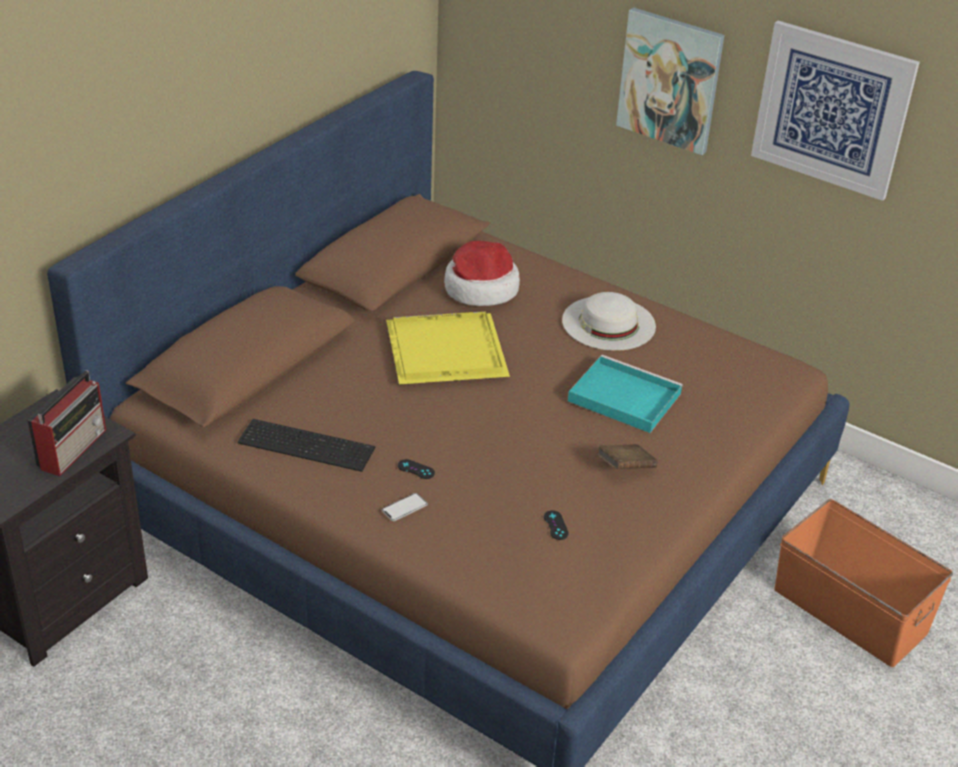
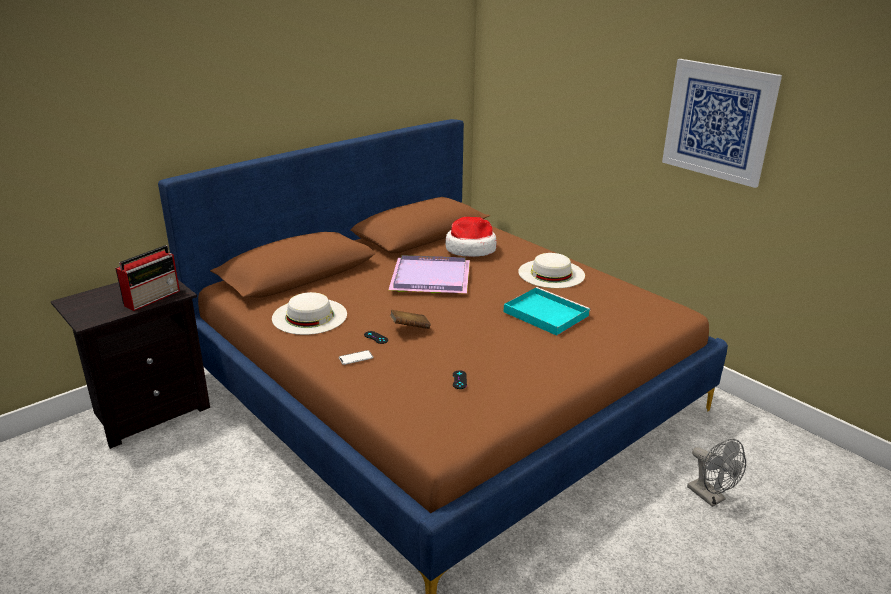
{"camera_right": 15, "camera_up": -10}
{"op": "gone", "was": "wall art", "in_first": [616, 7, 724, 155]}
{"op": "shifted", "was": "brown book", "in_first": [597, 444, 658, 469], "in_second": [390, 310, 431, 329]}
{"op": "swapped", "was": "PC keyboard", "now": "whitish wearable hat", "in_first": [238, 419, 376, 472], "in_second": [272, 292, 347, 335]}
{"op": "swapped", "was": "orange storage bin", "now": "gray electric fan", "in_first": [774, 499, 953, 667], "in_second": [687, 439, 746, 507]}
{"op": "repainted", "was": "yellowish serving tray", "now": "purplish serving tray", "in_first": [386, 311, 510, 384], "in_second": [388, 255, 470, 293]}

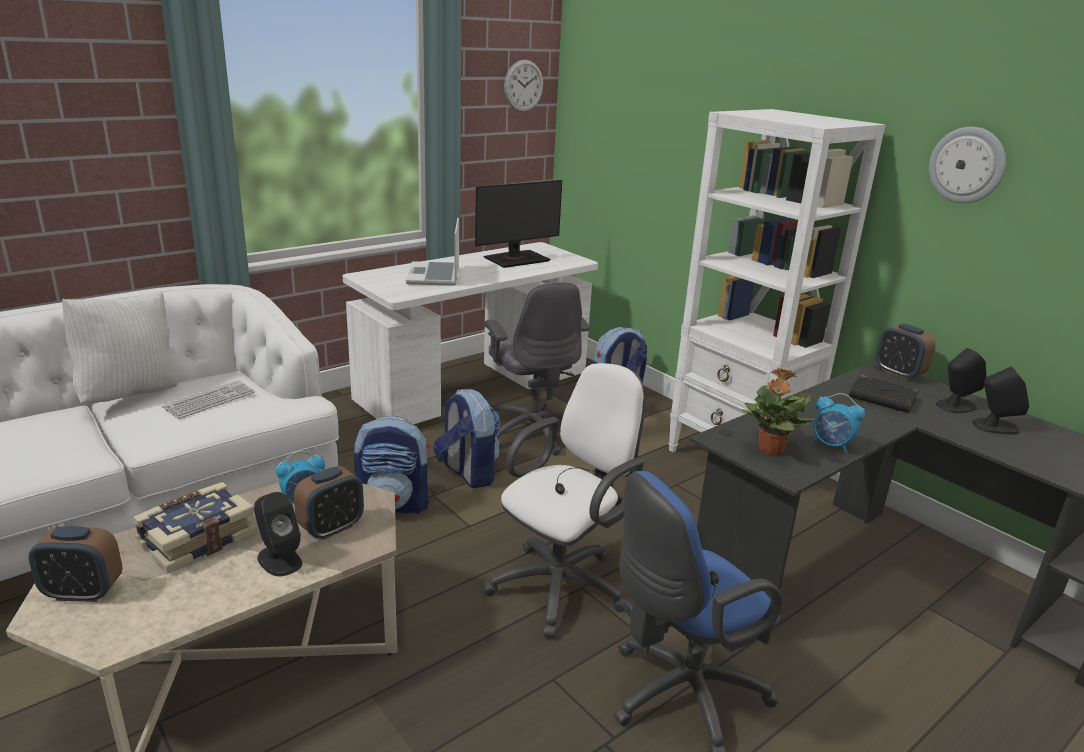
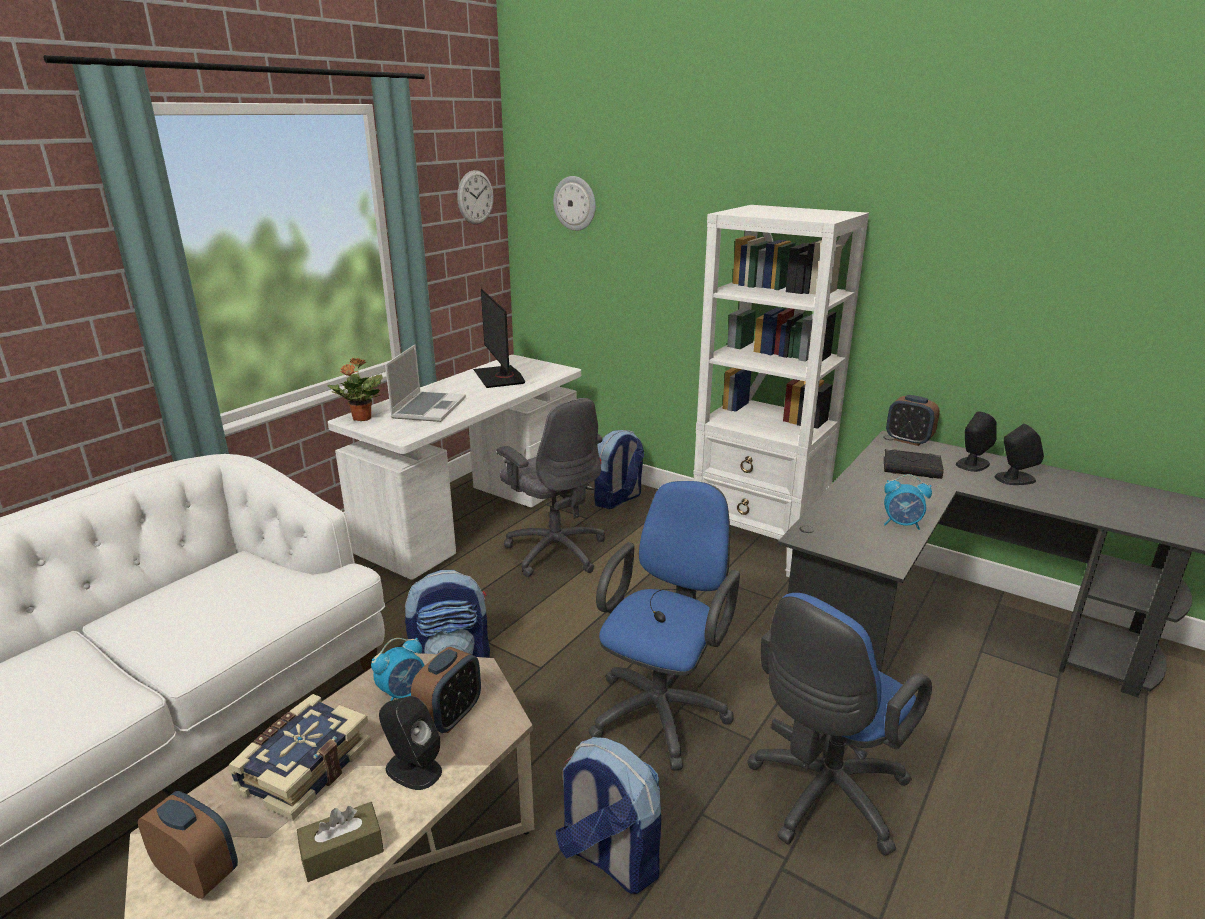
{"camera_right": -15, "camera_up": 0}
{"op": "gone", "was": "whitish cushion", "in_first": [62, 291, 178, 404]}
{"op": "gone", "was": "PC keyboard", "in_first": [162, 380, 255, 419]}
{"op": "new", "now": "brown tissue box", "in_second": [297, 802, 384, 882]}
{"op": "shifted", "was": "rucksack", "in_first": [433, 389, 500, 488], "in_second": [556, 737, 661, 894]}
{"op": "shifted", "was": "potted plant", "in_first": [742, 367, 815, 456], "in_second": [327, 358, 383, 421]}
{"op": "shifted", "was": "wall clock", "in_first": [929, 127, 1006, 203], "in_second": [553, 176, 596, 231]}
{"op": "repainted", "was": "whitish desk chair", "now": "blue desk chair", "in_first": [484, 363, 645, 639], "in_second": [588, 481, 740, 771]}
{"op": "rotated", "was": "table clock", "in_first": [28, 526, 122, 602], "in_second": [138, 791, 238, 899], "clockwise": -135}
{"op": "rotated", "was": "portable computer", "in_first": [406, 218, 459, 286], "in_second": [385, 345, 466, 422], "clockwise": -150}
{"op": "rotated", "was": "computer screen", "in_first": [475, 180, 562, 268], "in_second": [473, 289, 525, 388], "clockwise": 120}

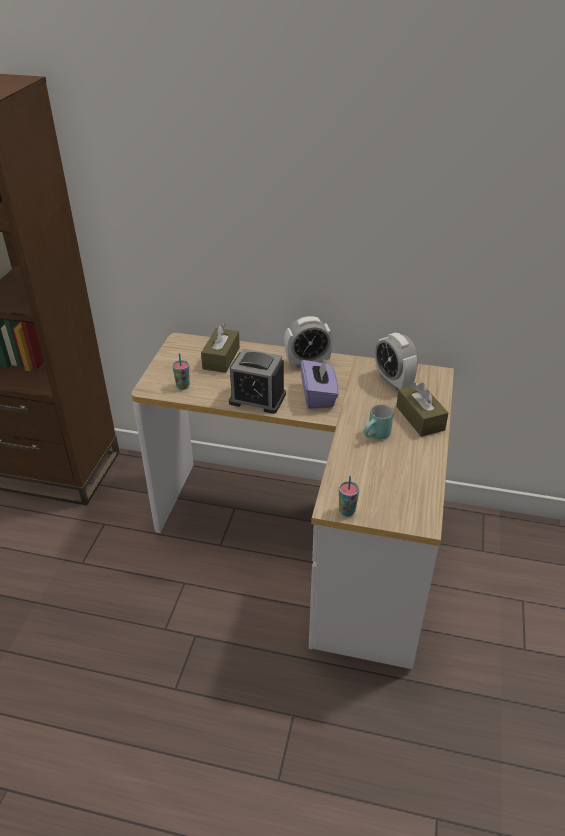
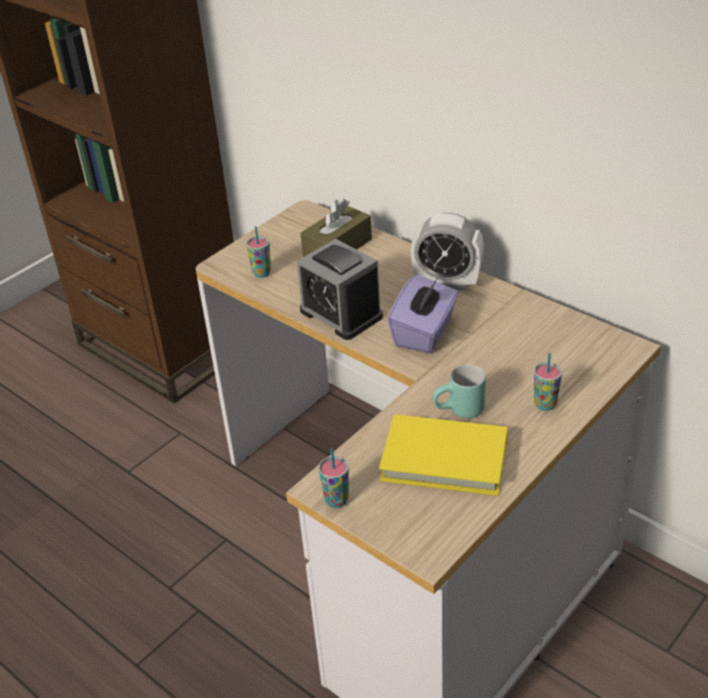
{"camera_right": 30, "camera_up": 0}
{"op": "gone", "was": "table clock", "in_first": [375, 333, 418, 391]}
{"op": "new", "now": "yellowish book", "in_second": [379, 414, 508, 496]}
{"op": "swapped", "was": "brown tissue box", "now": "drinking cup", "in_first": [396, 382, 448, 437], "in_second": [534, 353, 562, 411]}

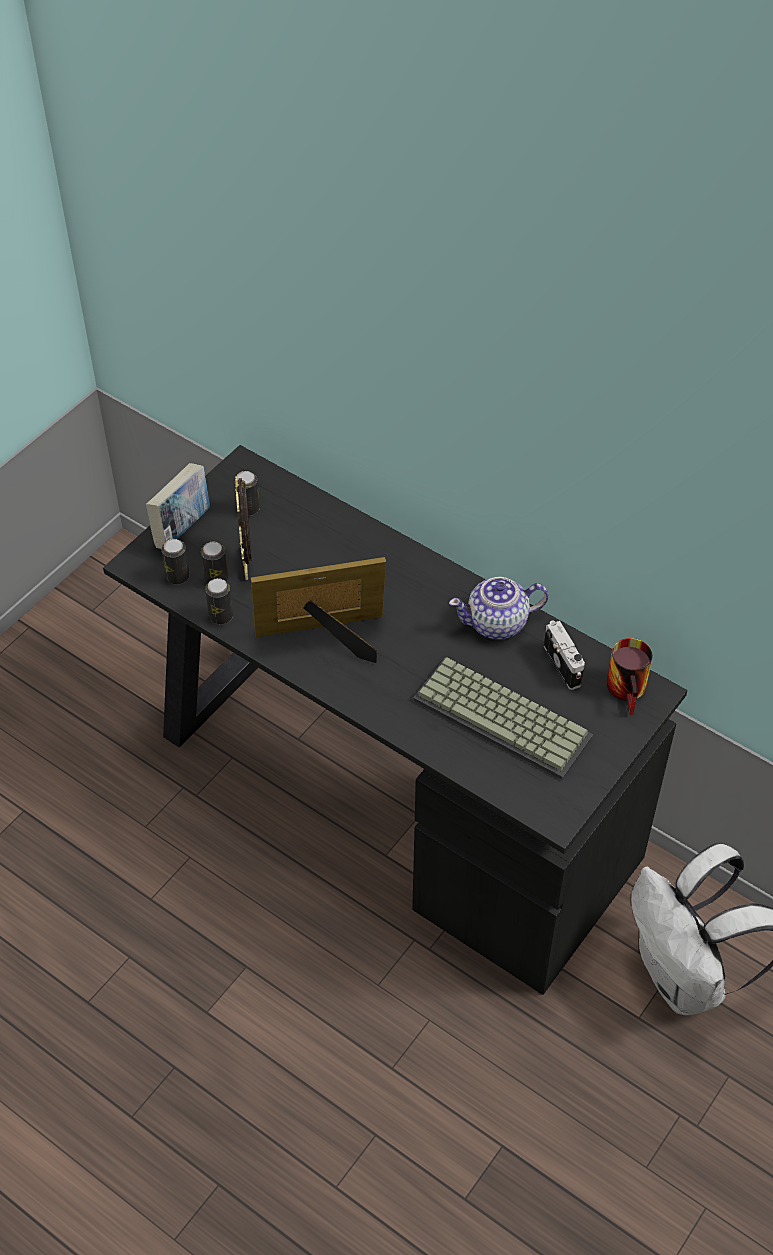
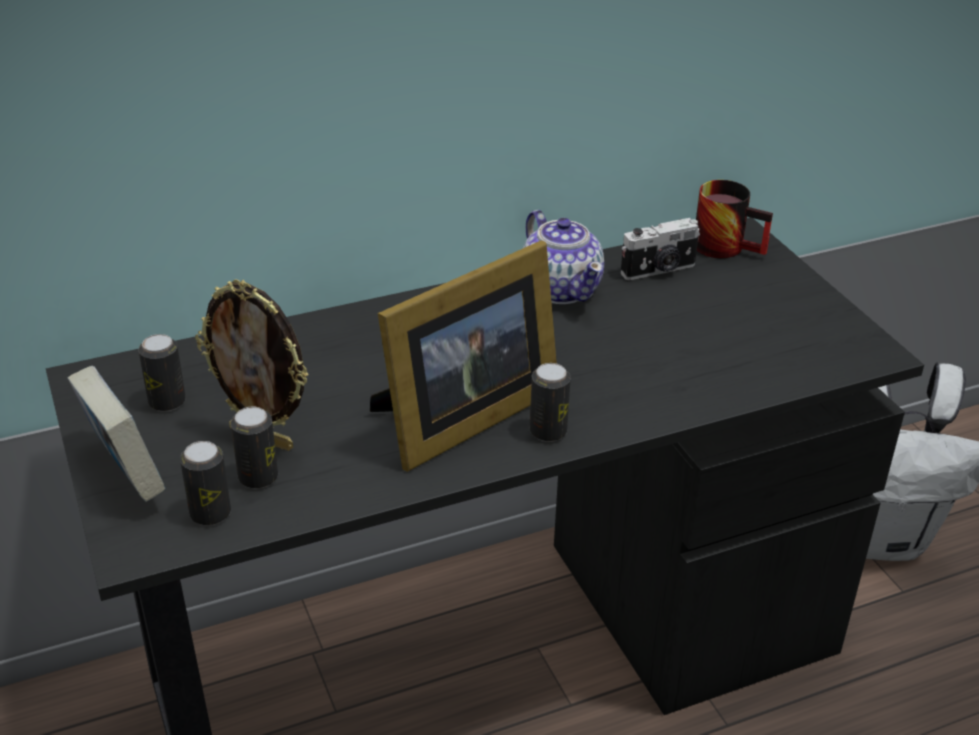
{"camera_right": -60, "camera_up": -15}
{"op": "gone", "was": "PC keyboard", "in_first": [413, 657, 593, 780]}
{"op": "shifted", "was": "can", "in_first": [205, 578, 233, 624], "in_second": [530, 363, 571, 442]}
{"op": "rotated", "was": "standing frame", "in_first": [251, 557, 386, 663], "in_second": [370, 240, 557, 472], "clockwise": -150}
{"op": "rotated", "was": "teapot", "in_first": [449, 577, 549, 639], "in_second": [523, 210, 604, 304], "clockwise": -45}
{"op": "rotated", "was": "photo camera", "in_first": [544, 620, 585, 690], "in_second": [620, 218, 700, 280], "clockwise": 150}

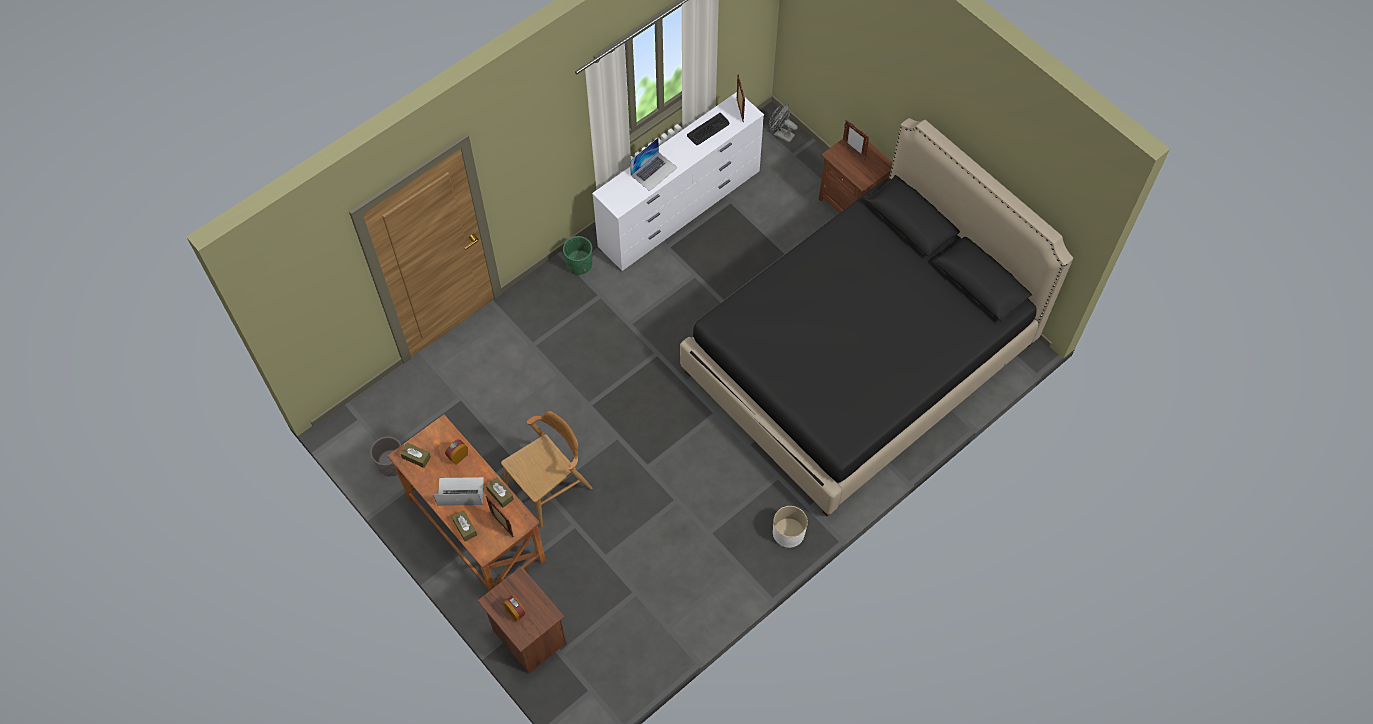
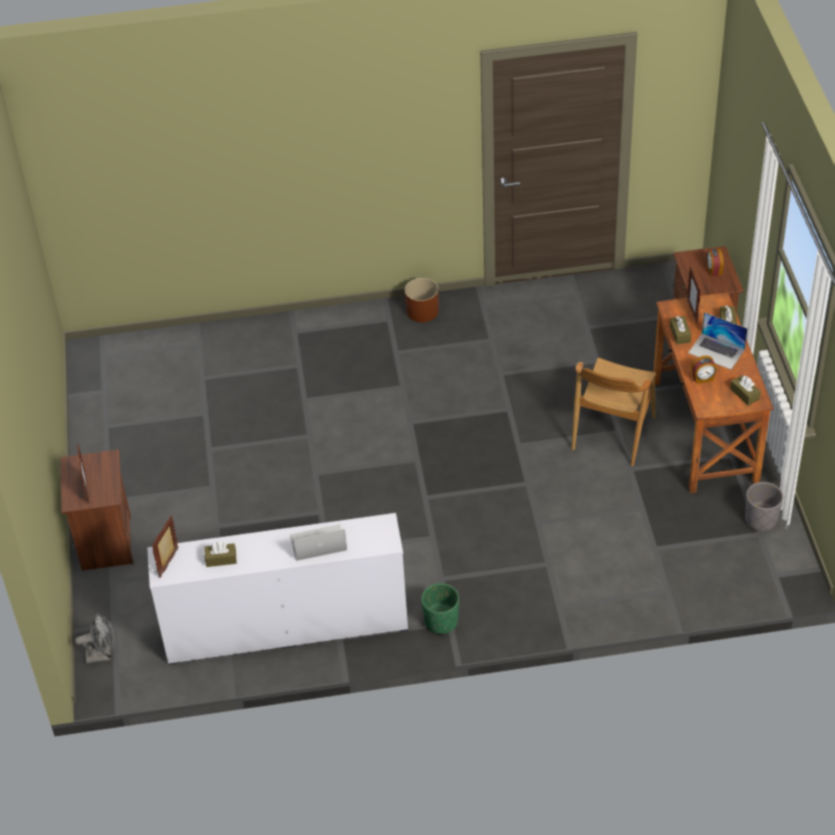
{"camera_right": -145, "camera_up": -15}
{"op": "gone", "was": "blackish sleeping bed", "in_first": [680, 118, 1073, 516]}
{"op": "swapped", "was": "PC keyboard", "now": "brown tissue box", "in_first": [687, 113, 729, 145], "in_second": [204, 541, 237, 567]}
{"op": "repainted", "was": "whitish flower pot", "now": "brown flower pot", "in_first": [773, 506, 808, 548], "in_second": [405, 278, 439, 322]}
{"op": "rotated", "was": "brown plain chair", "in_first": [501, 411, 592, 528], "in_second": [572, 358, 656, 466], "clockwise": -60}
{"op": "rotated", "was": "gray electric fan", "in_first": [769, 104, 798, 143], "in_second": [75, 613, 115, 663], "clockwise": -75}

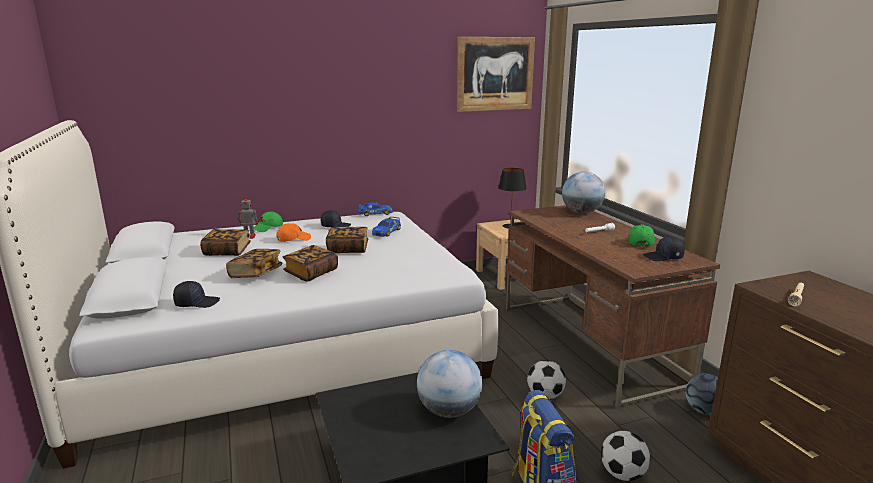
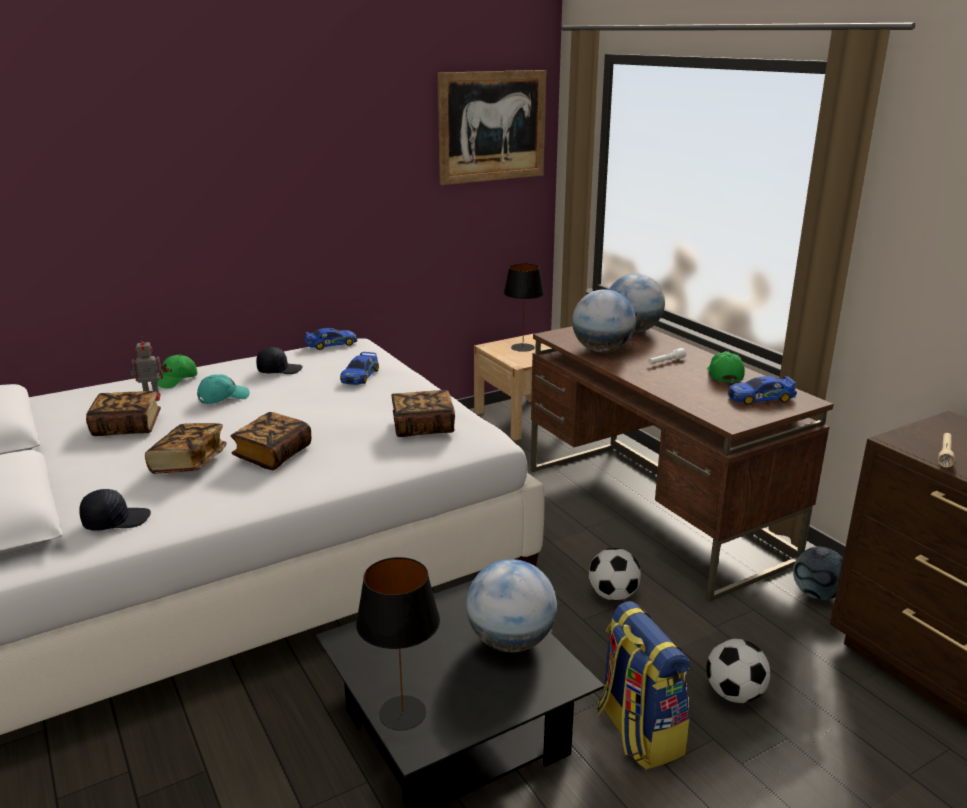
{"camera_right": -10, "camera_up": 5}
{"op": "new", "now": "blackish lamp for a table", "in_second": [356, 557, 440, 730]}
{"op": "new", "now": "world globe", "in_second": [572, 289, 636, 352]}
{"op": "shifted", "was": "book", "in_first": [326, 227, 368, 253], "in_second": [391, 390, 455, 437]}
{"op": "swapped", "was": "blackish baseball cap", "now": "miniature car", "in_first": [643, 236, 685, 261], "in_second": [728, 376, 797, 405]}
{"op": "repainted", "was": "orange baseball cap", "now": "turquoise-coloured baseball cap", "in_first": [277, 223, 311, 242], "in_second": [197, 374, 250, 404]}

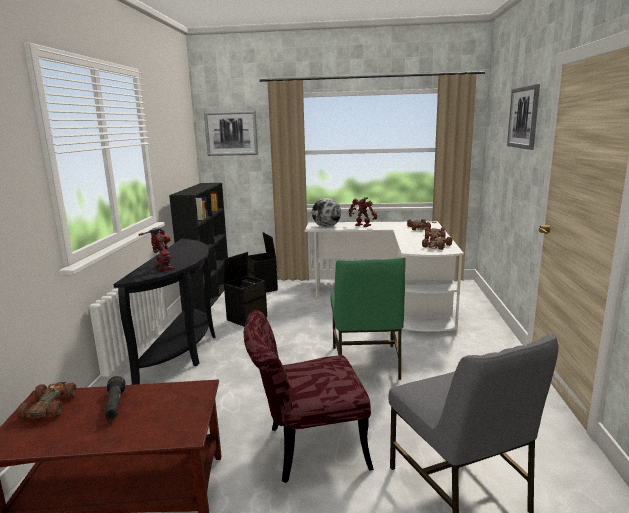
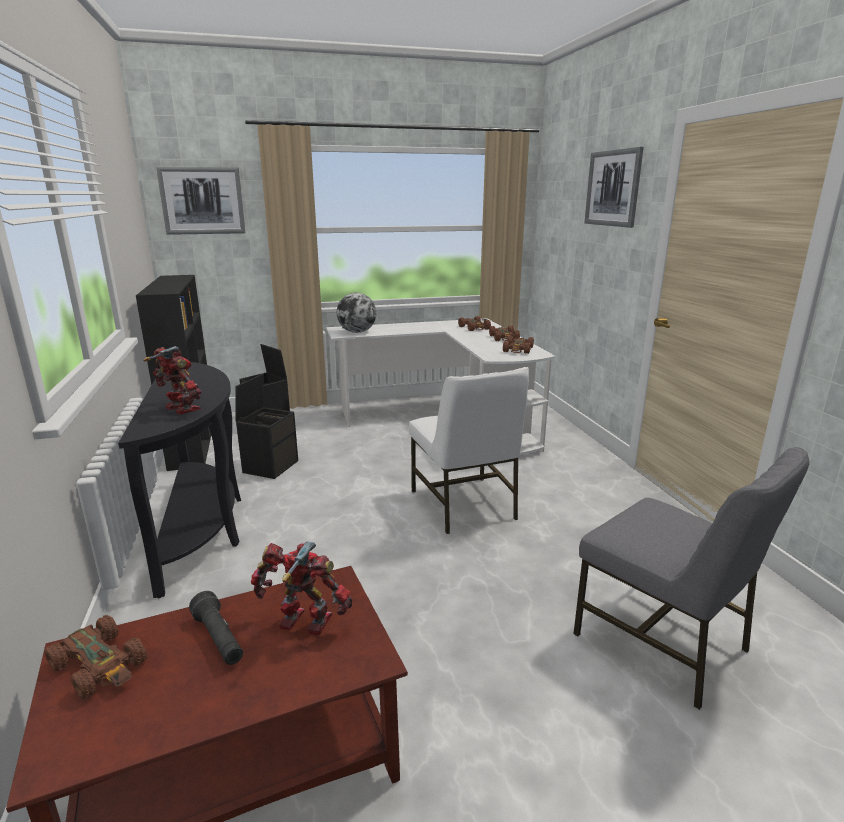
{"camera_right": -20, "camera_up": 5}
{"op": "gone", "was": "red plain chair", "in_first": [244, 310, 374, 483]}
{"op": "shifted", "was": "robot figure", "in_first": [348, 197, 377, 227], "in_second": [251, 542, 353, 635]}
{"op": "repainted", "was": "green-coloured plain chair", "now": "whitish plain chair", "in_first": [331, 257, 406, 380], "in_second": [409, 367, 529, 534]}
{"op": "rotated", "was": "brown miniature car", "in_first": [17, 382, 77, 420], "in_second": [44, 615, 147, 699], "clockwise": 150}

